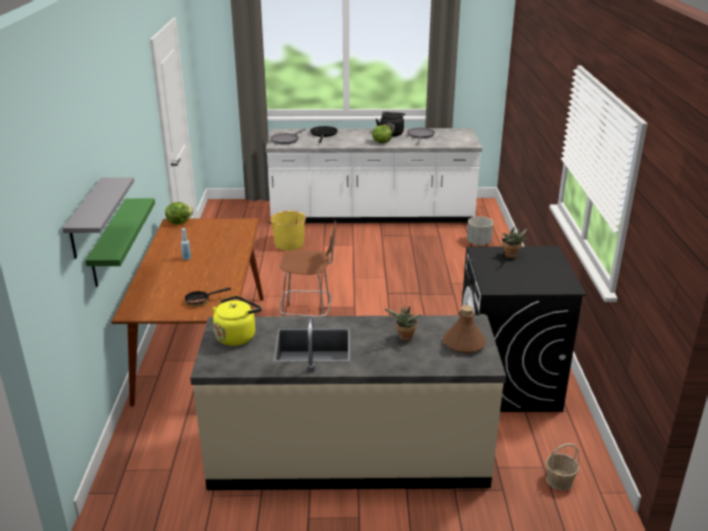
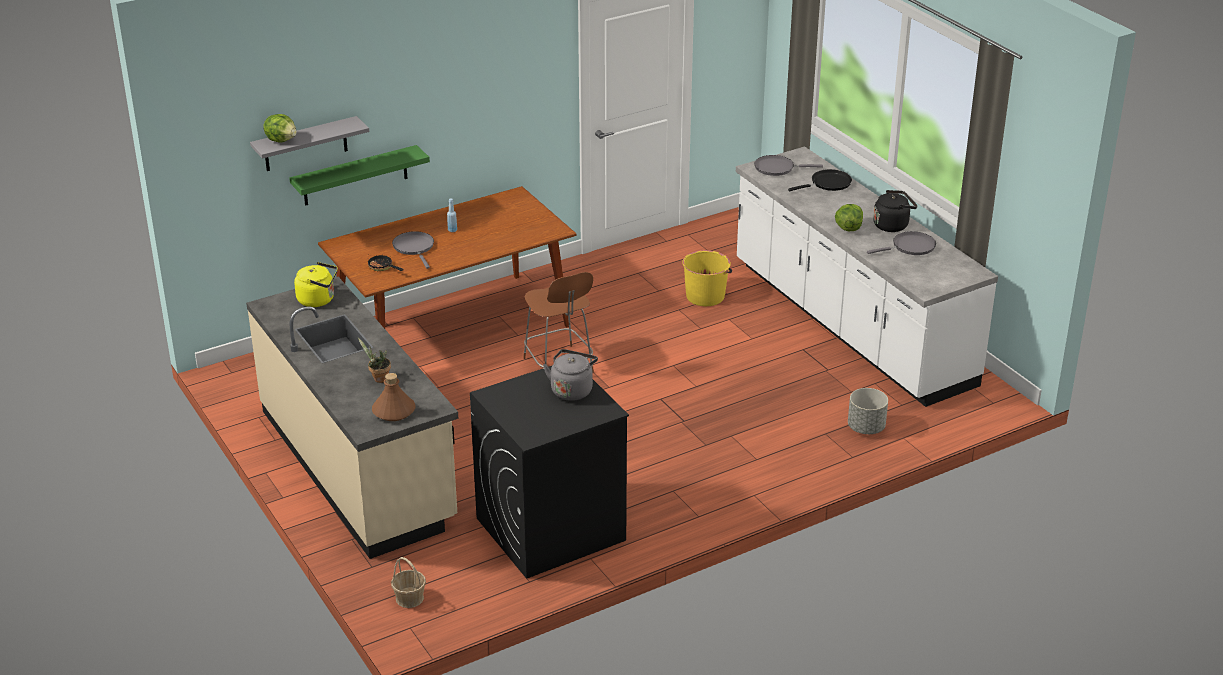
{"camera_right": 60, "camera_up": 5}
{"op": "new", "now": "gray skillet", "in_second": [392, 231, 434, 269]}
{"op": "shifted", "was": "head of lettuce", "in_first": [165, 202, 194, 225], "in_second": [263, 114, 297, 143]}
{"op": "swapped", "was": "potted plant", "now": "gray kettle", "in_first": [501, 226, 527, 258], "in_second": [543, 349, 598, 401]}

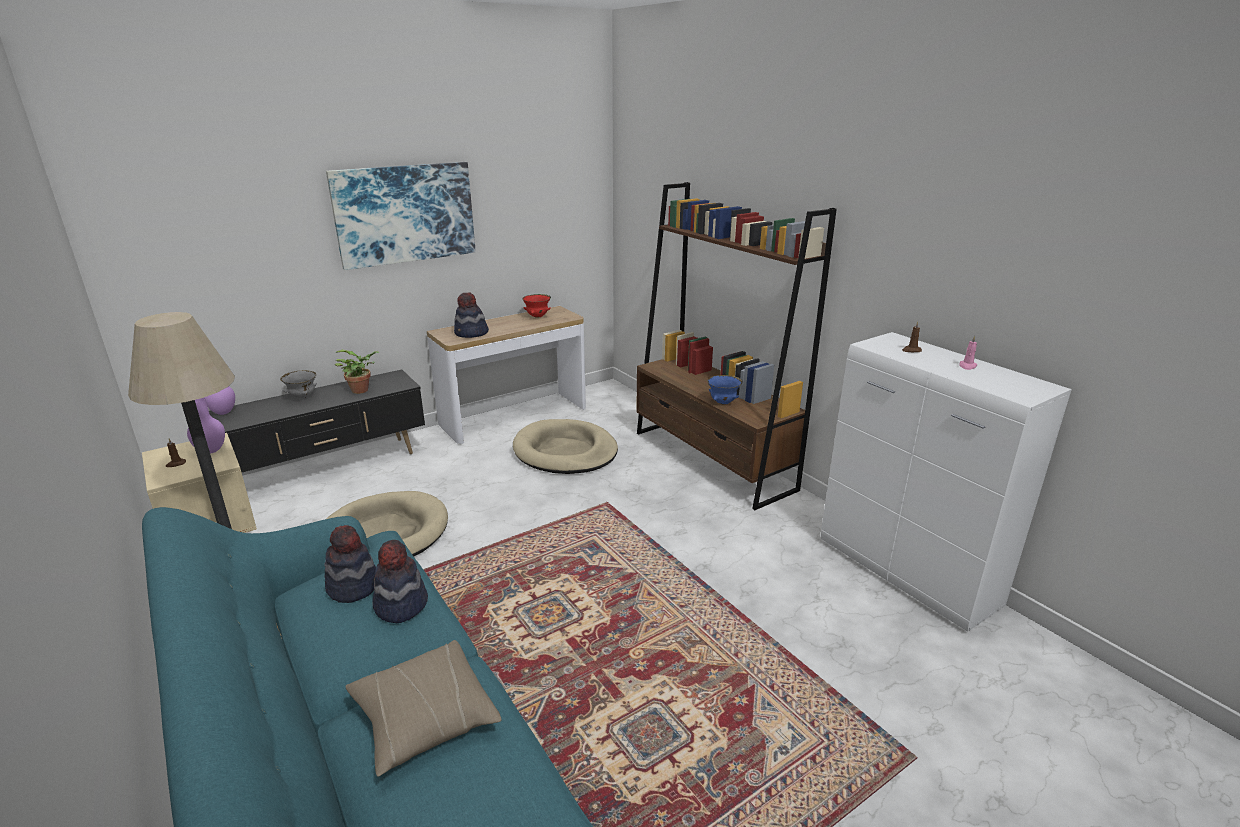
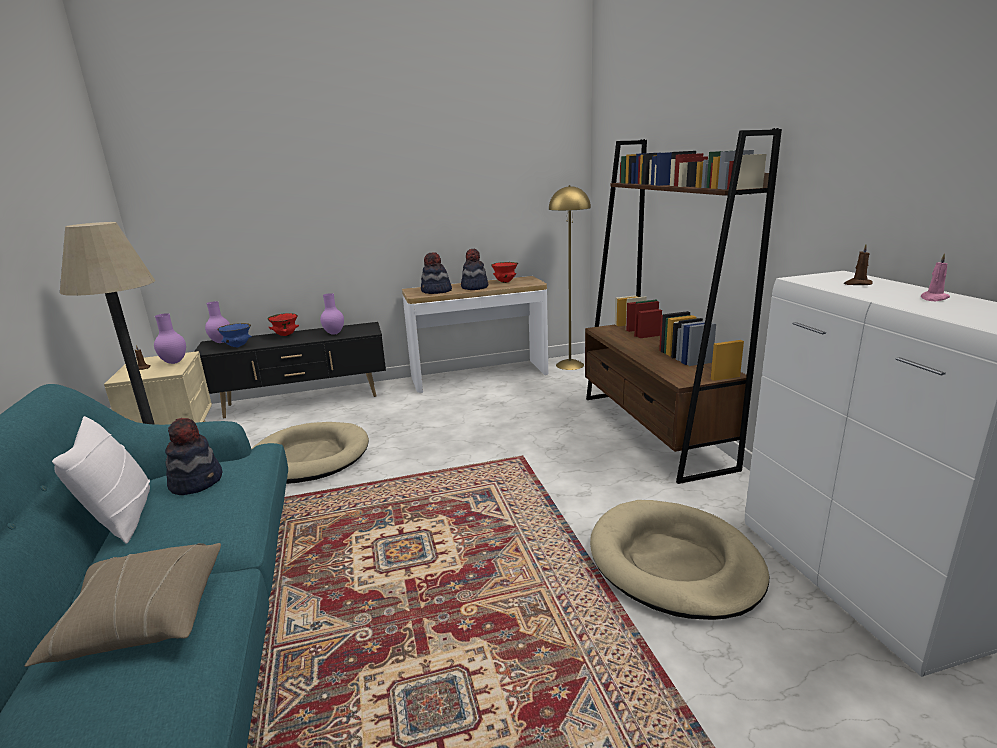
{"camera_right": 20, "camera_up": -5}
{"op": "gone", "was": "wall art", "in_first": [326, 162, 476, 270]}
{"op": "new", "now": "whitish cushion", "in_second": [52, 416, 150, 544]}
{"op": "new", "now": "yellowish standing lamp", "in_second": [549, 185, 591, 370]}
{"op": "shifted", "was": "wearable hat", "in_first": [373, 540, 428, 623], "in_second": [461, 249, 488, 290]}
{"op": "shifted", "was": "beige-coloured pet bed", "in_first": [513, 419, 618, 474], "in_second": [590, 500, 769, 620]}
{"op": "shifted", "was": "blue bowl", "in_first": [707, 375, 743, 404], "in_second": [217, 323, 252, 348]}
{"op": "swapped", "was": "potted plant", "now": "purplish vase", "in_first": [335, 350, 379, 394], "in_second": [320, 293, 344, 335]}
{"op": "repainted", "was": "gray bowl", "now": "red bowl", "in_first": [280, 370, 317, 398], "in_second": [267, 313, 299, 336]}

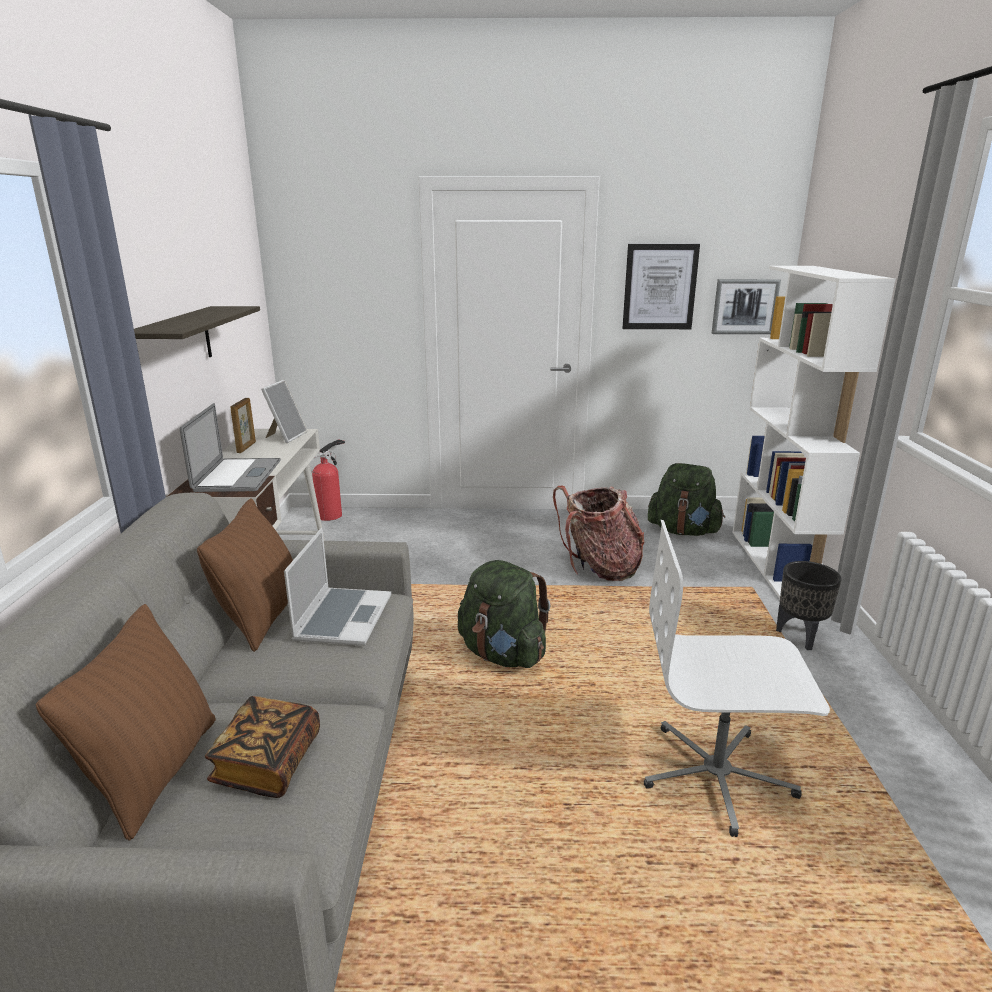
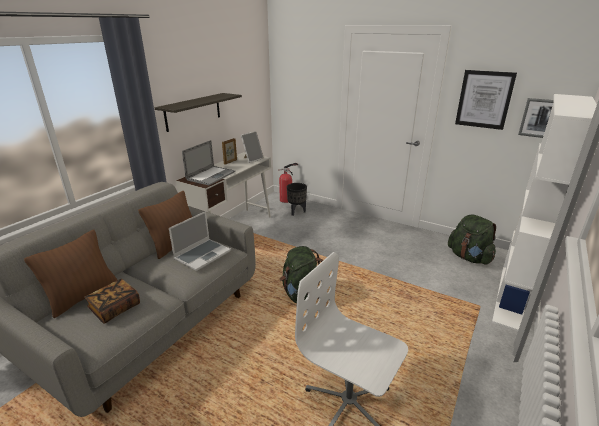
{"camera_right": 30, "camera_up": 5}
{"op": "gone", "was": "rucksack", "in_first": [553, 486, 645, 581]}
{"op": "shifted", "was": "blackish flower pot", "in_first": [776, 561, 842, 650], "in_second": [287, 183, 307, 216]}

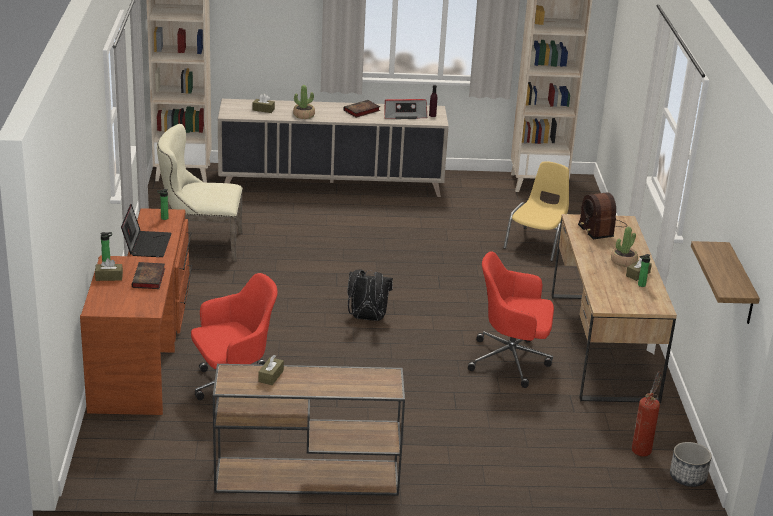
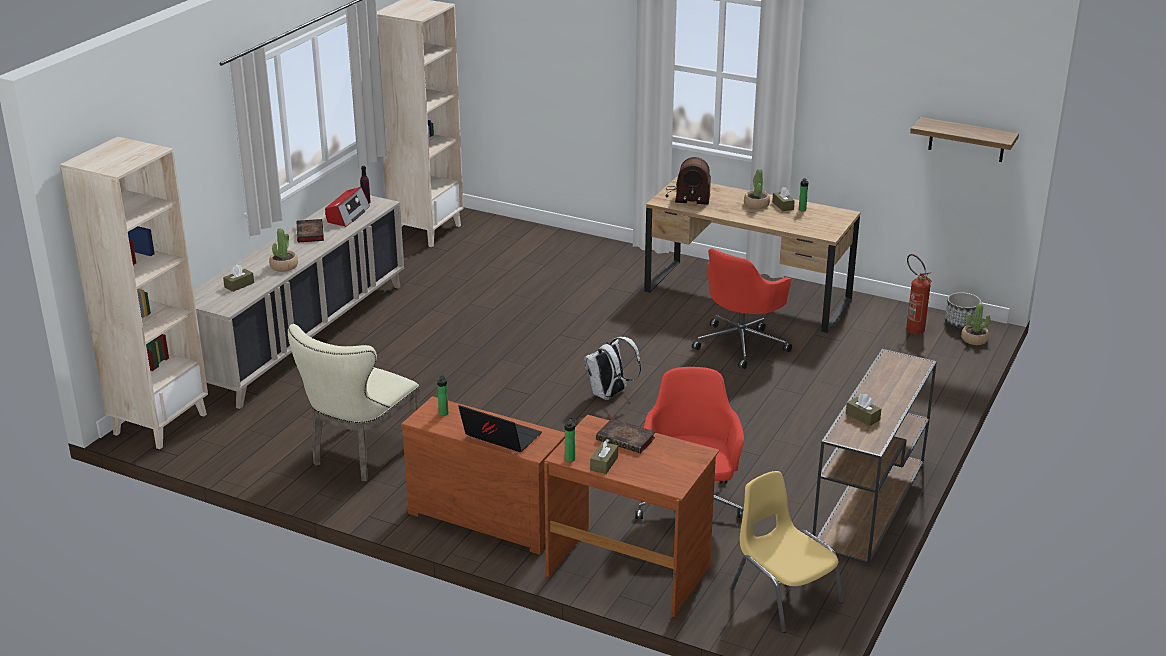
{"camera_right": -60, "camera_up": 0}
{"op": "new", "now": "potted plant", "in_second": [961, 304, 991, 345]}
{"op": "shifted", "was": "yellowish plain chair", "in_first": [503, 161, 569, 261], "in_second": [730, 471, 843, 633]}
{"op": "repainted", "was": "blackish rucksack", "now": "whitish rucksack", "in_first": [347, 269, 393, 321], "in_second": [584, 337, 641, 400]}

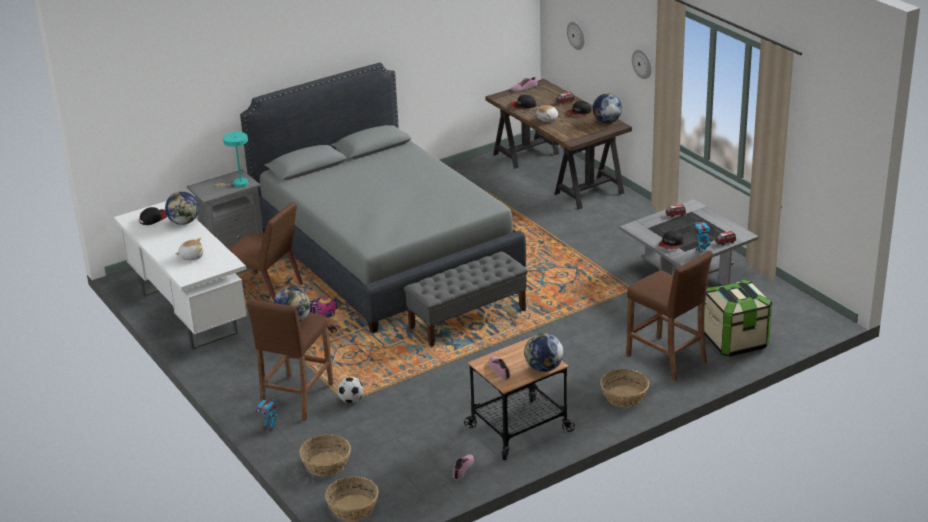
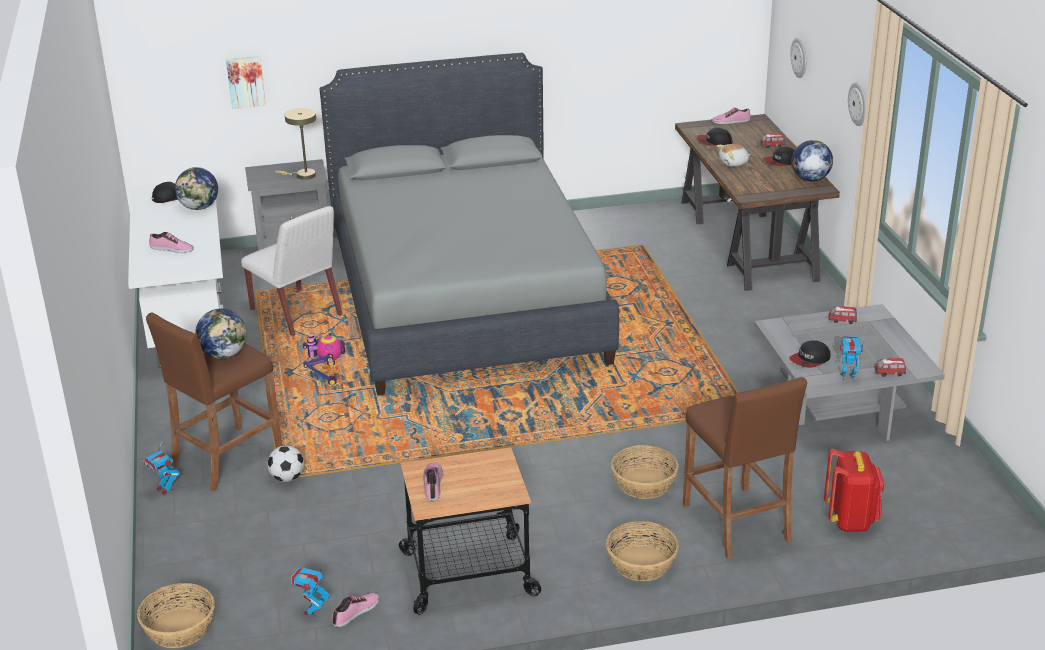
{"camera_right": 20, "camera_up": 0}
{"op": "gone", "was": "gray bench", "in_first": [404, 251, 528, 347]}
{"op": "gone", "was": "world globe", "in_first": [524, 333, 563, 372]}
{"op": "new", "now": "wall art", "in_second": [226, 56, 266, 109]}
{"op": "new", "now": "robot figure", "in_second": [291, 565, 330, 617]}
{"op": "shifted", "was": "basket", "in_first": [299, 434, 351, 476], "in_second": [611, 445, 679, 499]}
{"op": "swapped", "was": "plush toy", "now": "low shoe", "in_first": [175, 237, 203, 260], "in_second": [149, 232, 194, 253]}
{"op": "swapped", "was": "storage bin", "now": "red rucksack", "in_first": [704, 280, 772, 357], "in_second": [824, 449, 884, 532]}
{"op": "repainted", "was": "turquoise-coloured lamp for a table", "now": "beige-coloured lamp for a table", "in_first": [214, 132, 248, 187], "in_second": [275, 108, 316, 180]}
{"op": "repainted", "was": "brown plain chair", "now": "whitish plain chair", "in_first": [229, 202, 303, 301], "in_second": [241, 206, 343, 336]}

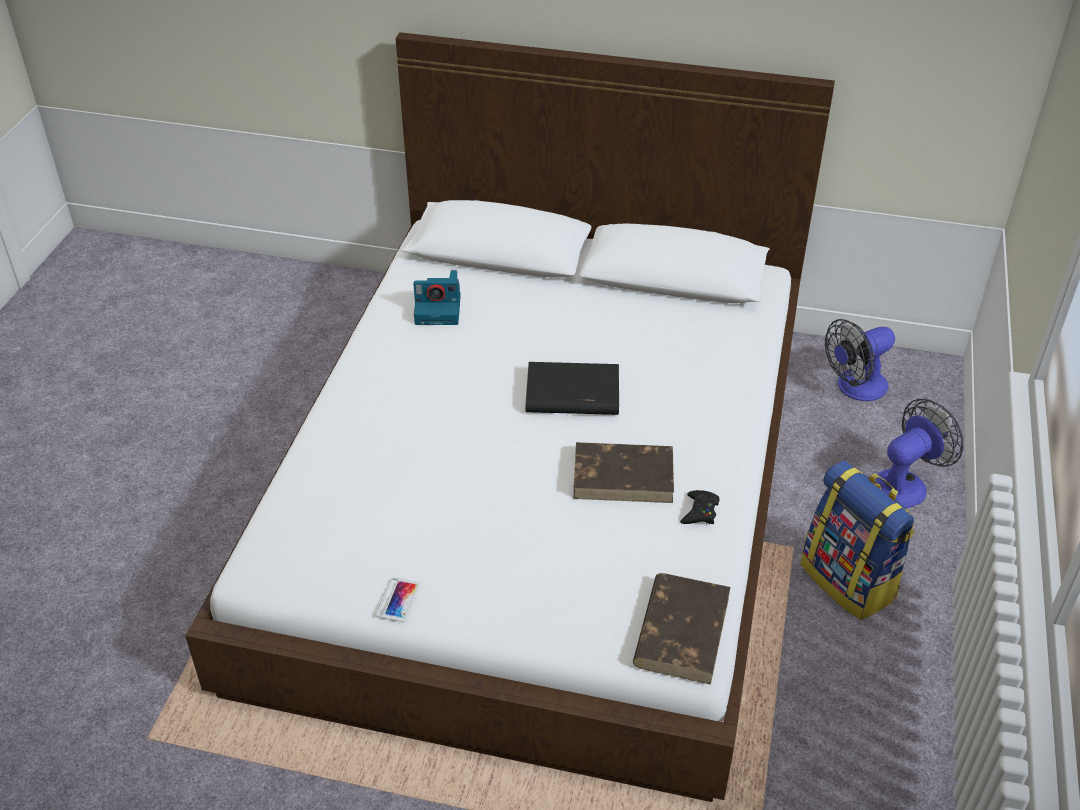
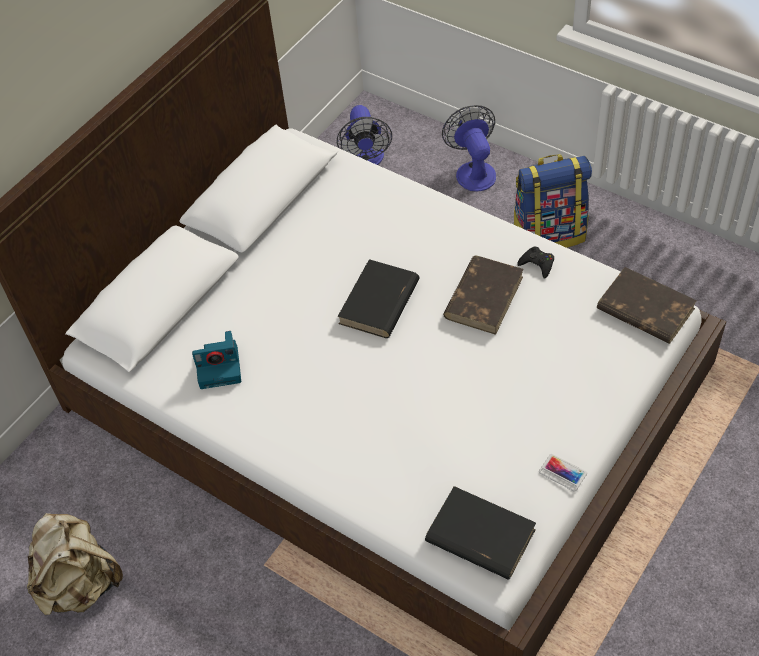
{"camera_right": -65, "camera_up": 10}
{"op": "new", "now": "beige-coloured rucksack", "in_second": [27, 513, 123, 615]}
{"op": "new", "now": "blackish book", "in_second": [425, 486, 536, 580]}
{"op": "rotated", "was": "photo camera", "in_first": [414, 270, 461, 325], "in_second": [192, 331, 241, 389], "clockwise": 60}

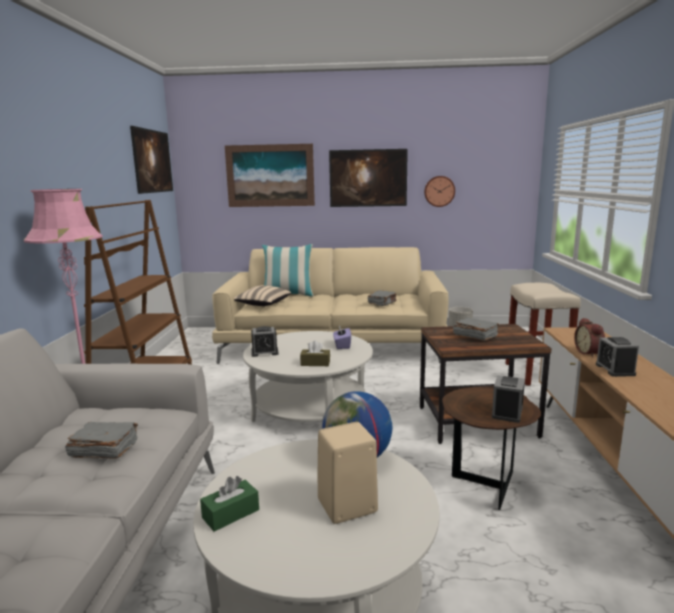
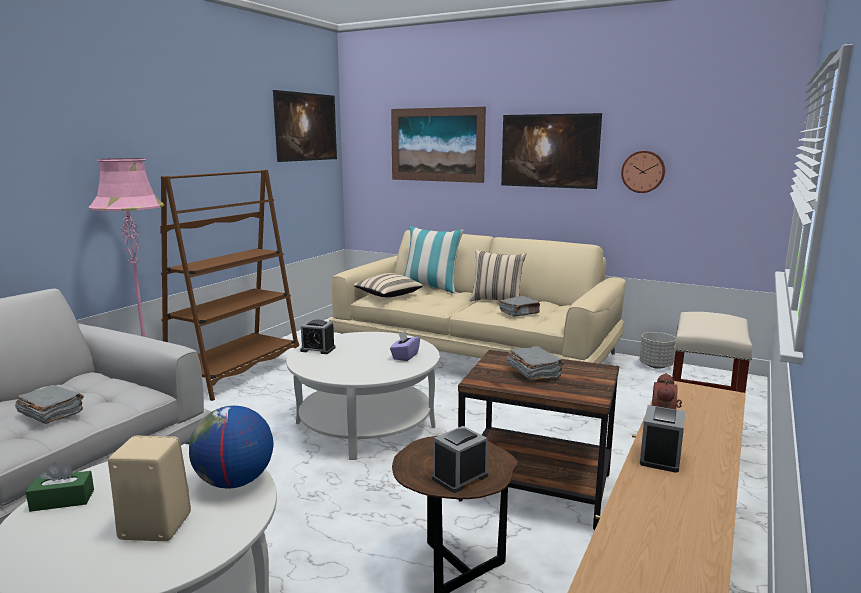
{"camera_right": 25, "camera_up": 0}
{"op": "gone", "was": "brown tissue box", "in_first": [300, 340, 330, 366]}
{"op": "new", "now": "beige-coloured cushion", "in_second": [470, 250, 526, 301]}

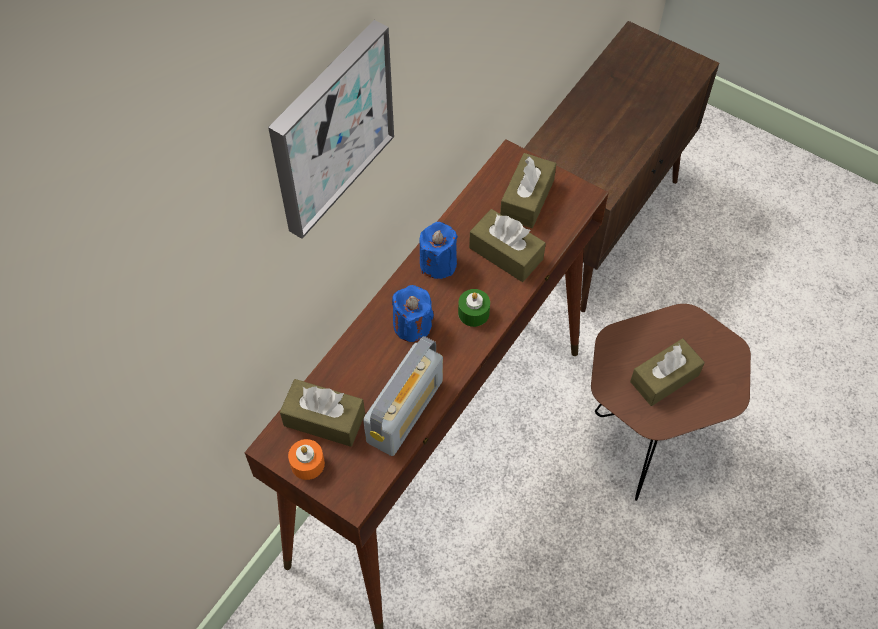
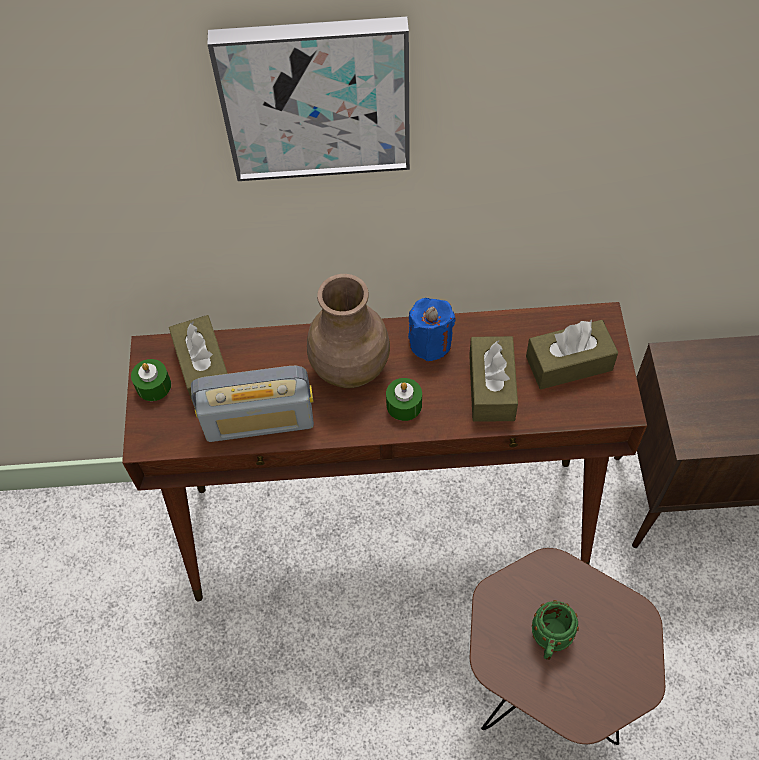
{"camera_right": 55, "camera_up": 0}
{"op": "swapped", "was": "blue candle", "now": "brown vase", "in_first": [392, 285, 434, 342], "in_second": [307, 274, 390, 388]}
{"op": "swapped", "was": "brown tissue box", "now": "green-coloured coffee mug", "in_first": [630, 338, 705, 406], "in_second": [532, 600, 579, 660]}
{"op": "repainted", "was": "orange candle", "now": "green-coloured candle", "in_first": [288, 439, 325, 480], "in_second": [131, 359, 171, 401]}

